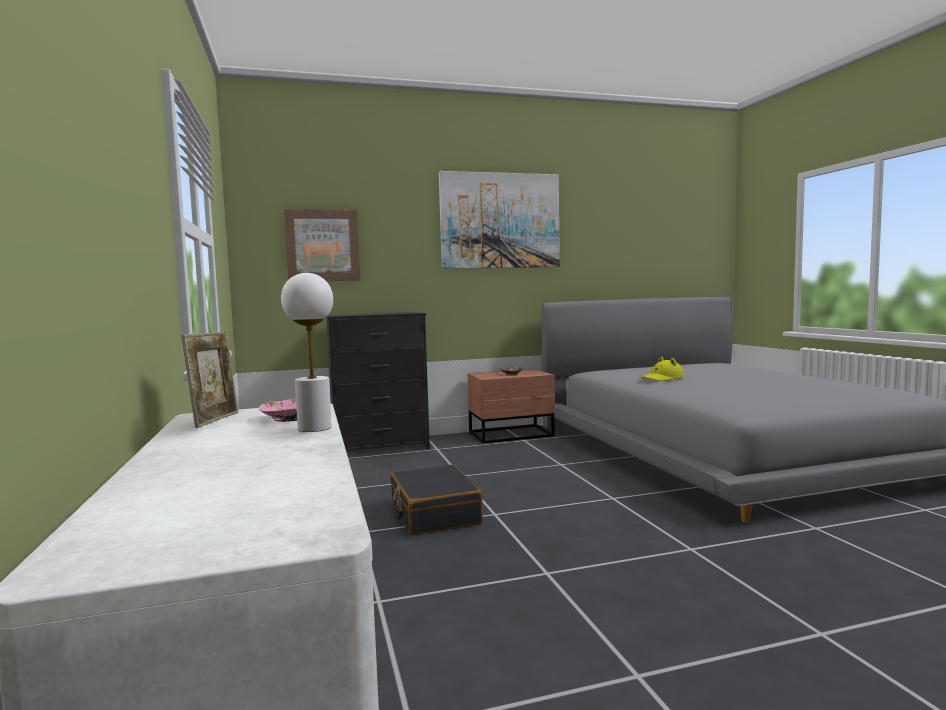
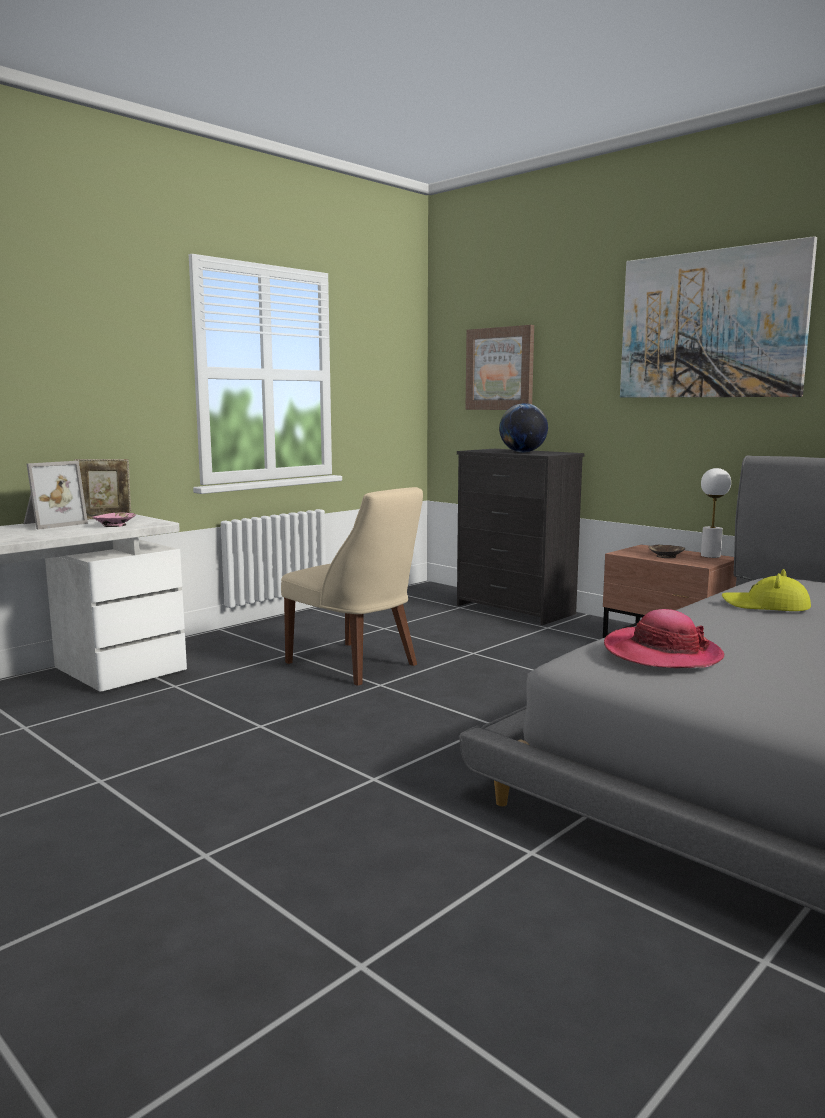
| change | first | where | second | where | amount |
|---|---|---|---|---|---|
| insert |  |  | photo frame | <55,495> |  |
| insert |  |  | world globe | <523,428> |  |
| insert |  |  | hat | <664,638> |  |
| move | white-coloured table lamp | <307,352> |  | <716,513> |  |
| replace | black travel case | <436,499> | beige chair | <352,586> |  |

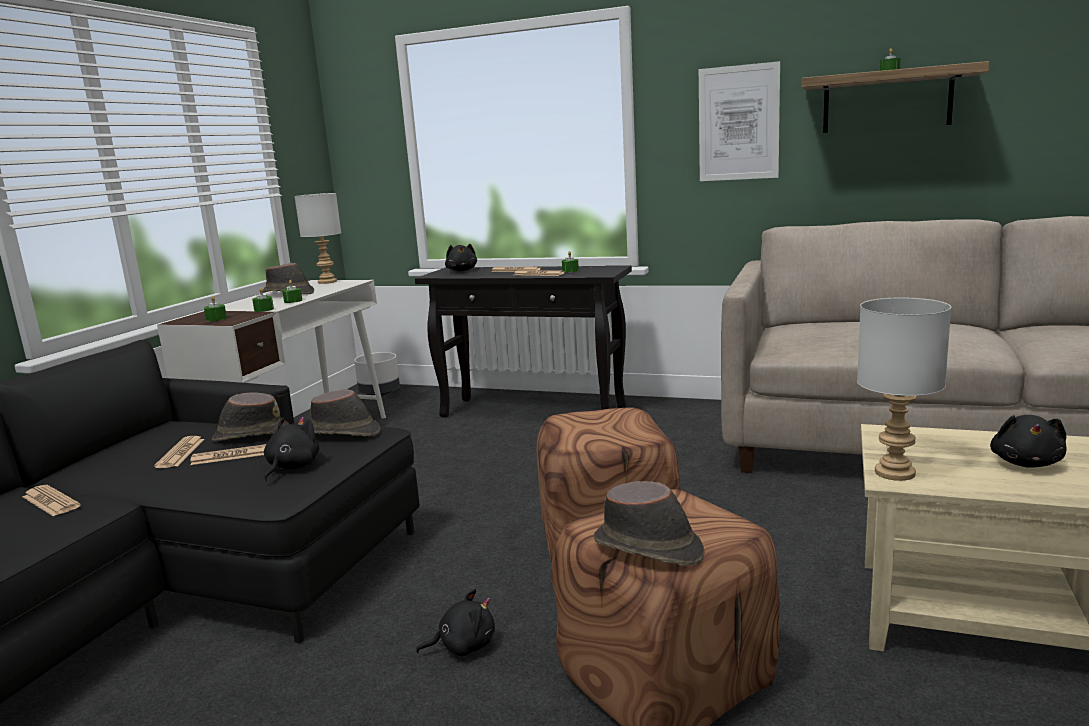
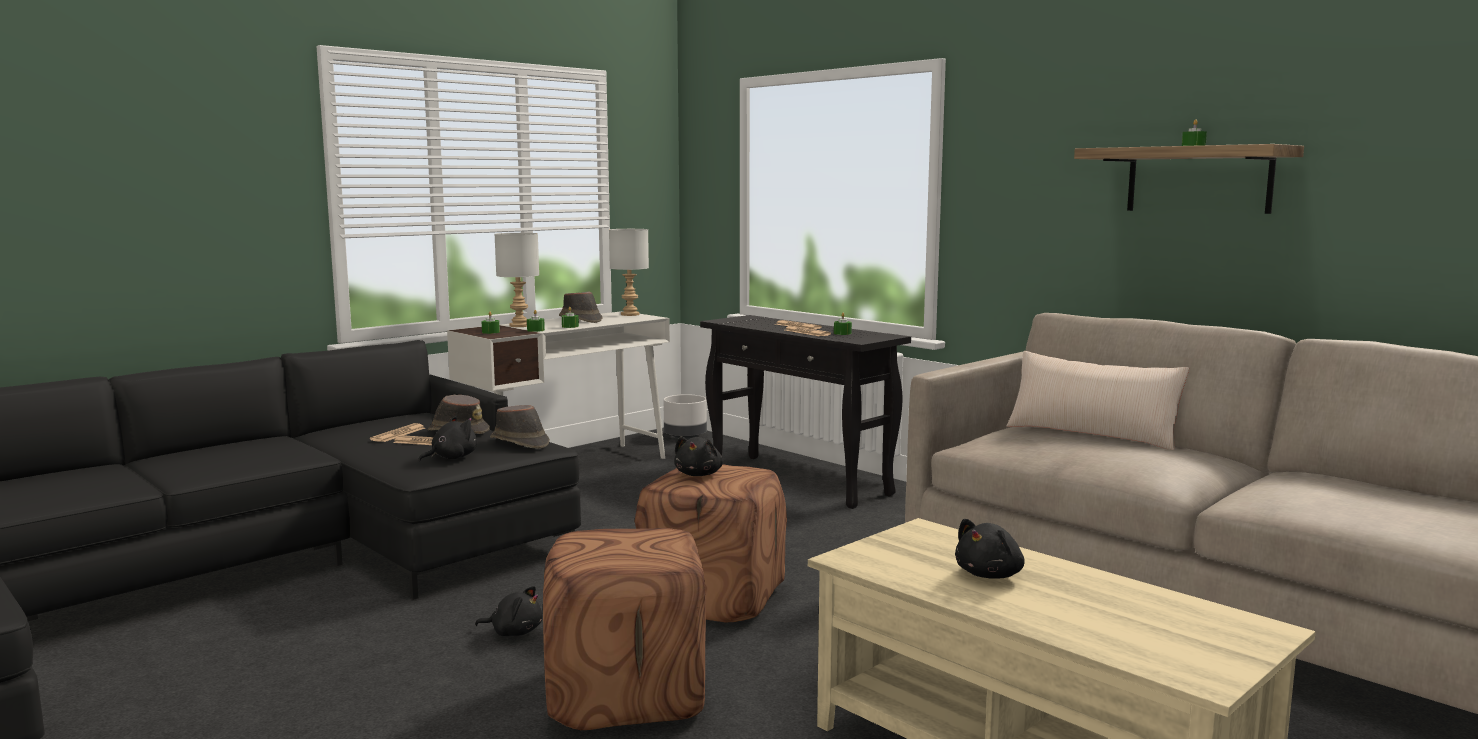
| change | first | where | second | where | amount |
|---|---|---|---|---|---|
| delete | daily paper | <51,501> |  |  |  |
| delete | brown-coloured hat | <649,523> |  |  |  |
| delete | wall art | <739,121> |  |  |  |
| insert |  |  | beige cushion | <1098,400> |  |
| move | black soft toy | <461,257> |  | <698,456> |  |
| move | grey table lamp | <904,389> |  | <517,280> |  |

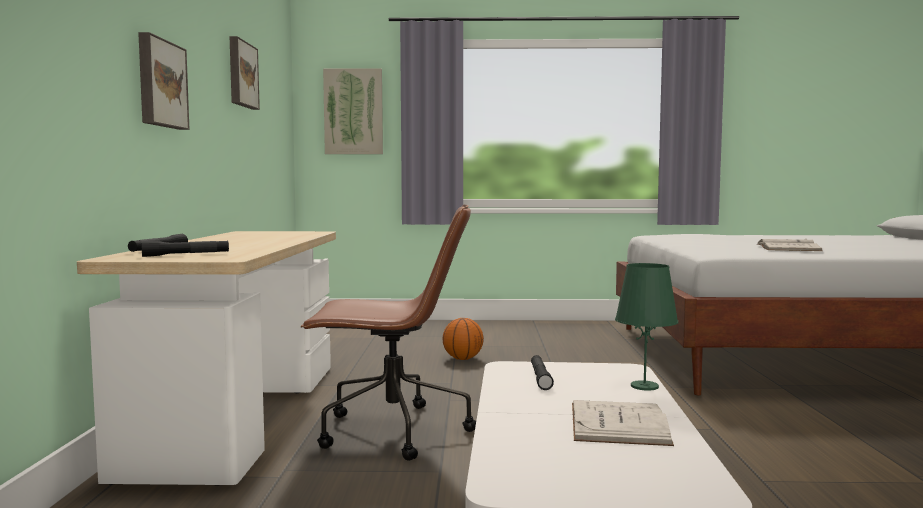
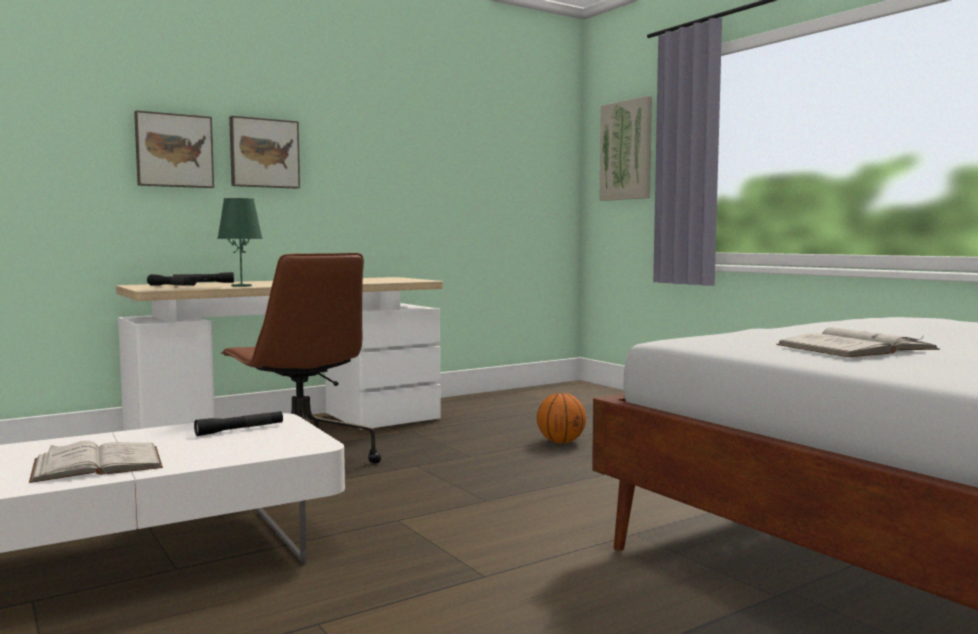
| change | first | where | second | where | amount |
|---|---|---|---|---|---|
| move | wall art | <244,73> |  | <174,149> |  |
| move | greenish table lamp | <646,327> |  | <240,242> |  |

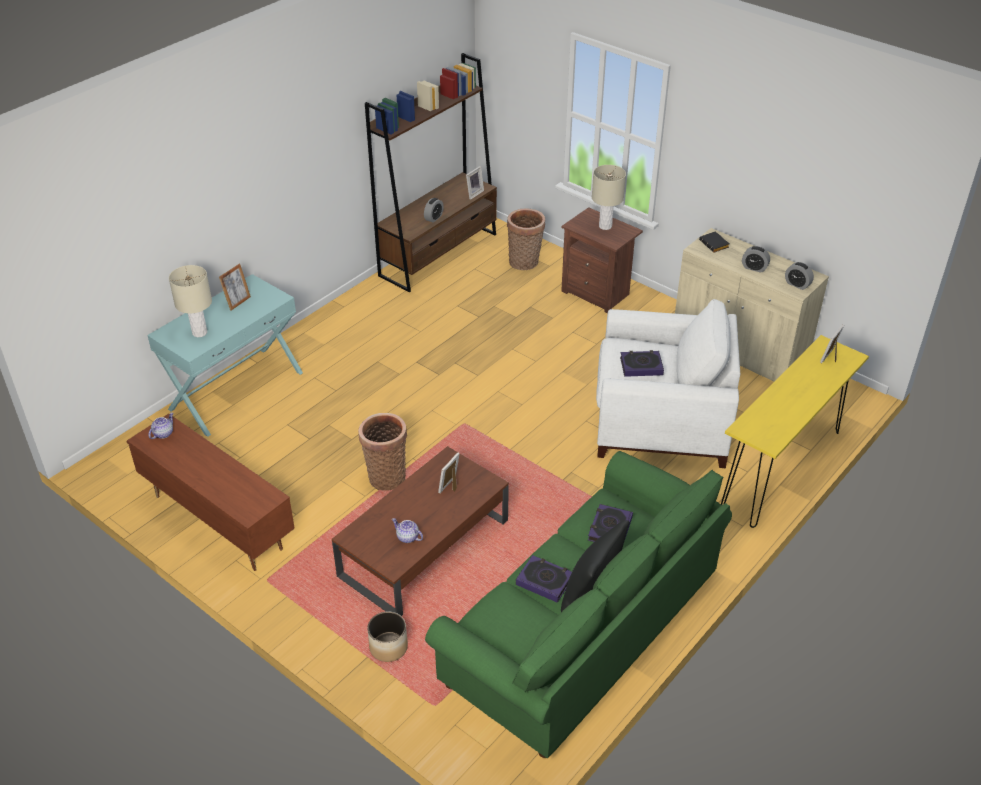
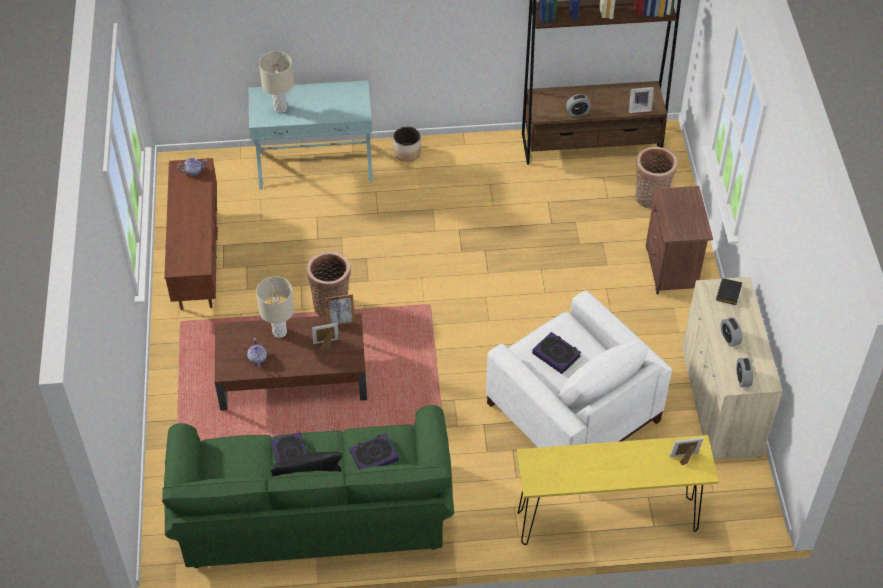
| change | first | where | second | where | amount |
|---|---|---|---|---|---|
| move | photo frame | <235,287> |  | <340,310> |  |
| move | plant pot | <387,637> |  | <407,144> |  |
| move | beige table lamp | <609,197> |  | <275,307> |  |

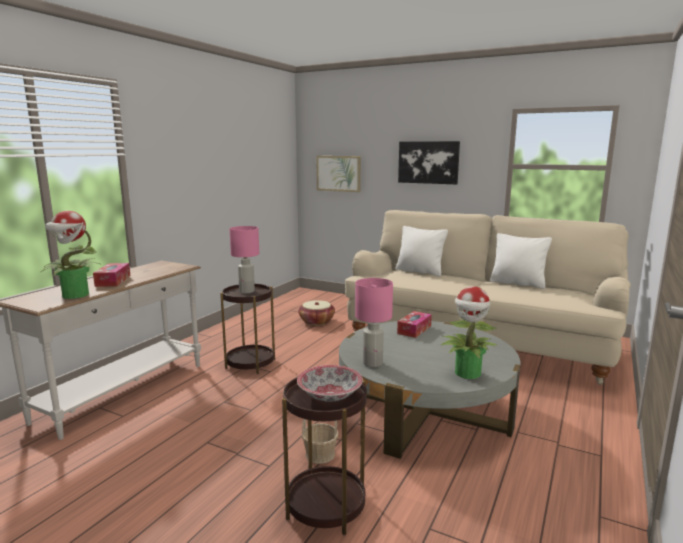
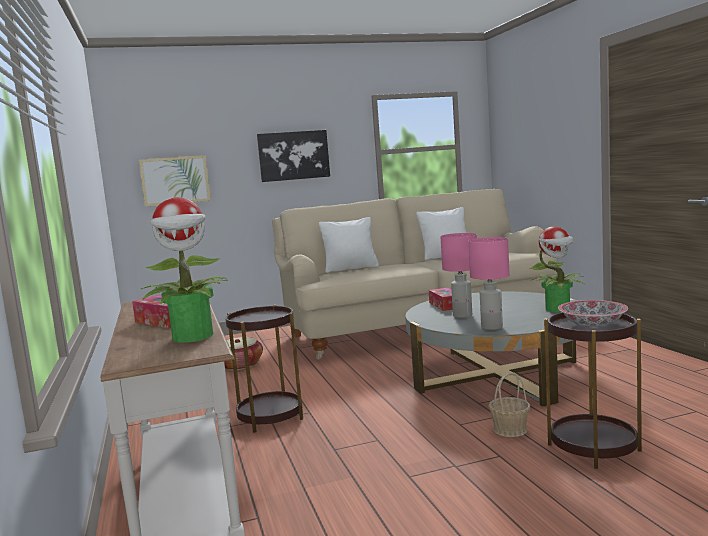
| change | first | where | second | where | amount |
|---|---|---|---|---|---|
| move | pink-coloured table lamp | <244,259> |  | <458,275> |  |

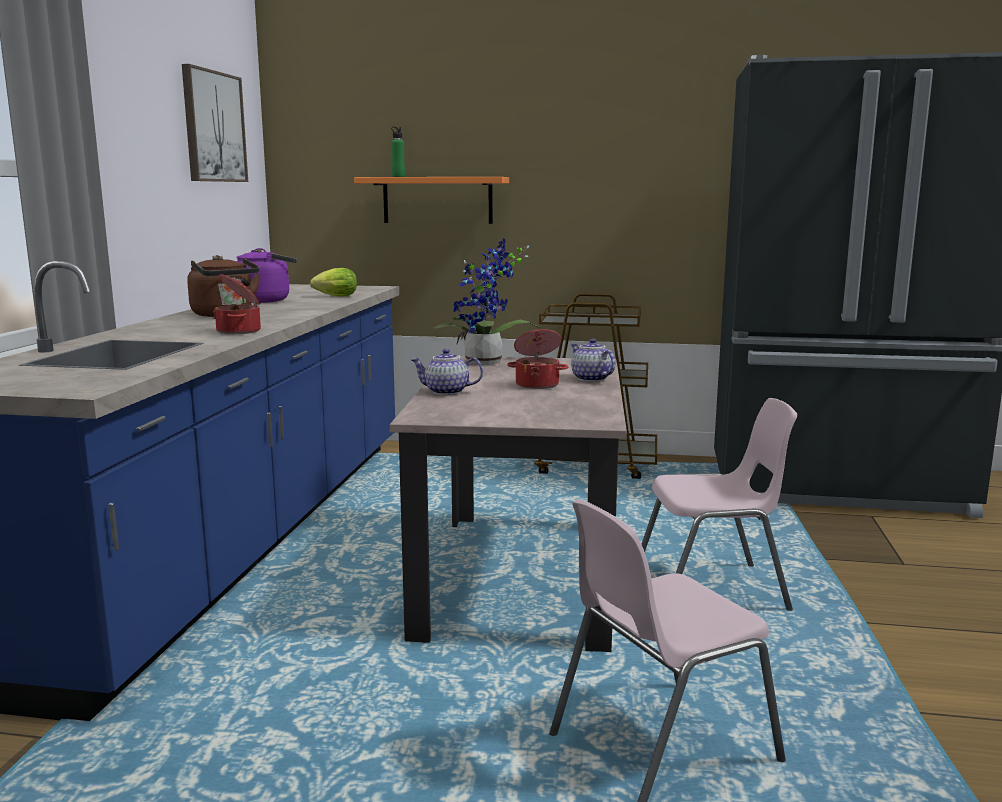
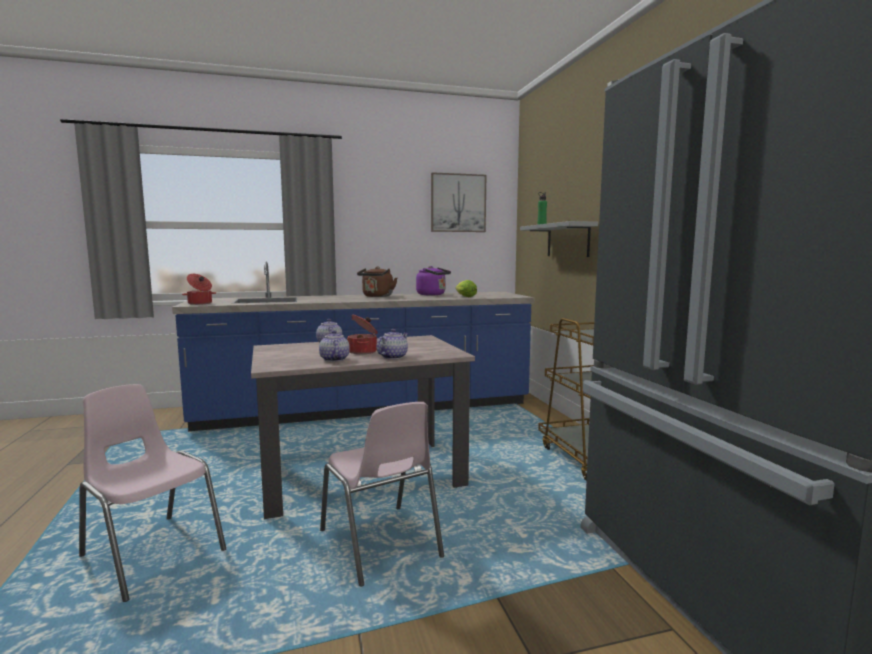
| change | first | where | second | where | amount |
|---|---|---|---|---|---|
| delete | plant in a pot | <486,301> |  |  |  |
| insert |  |  | pot for tea | <334,346> |  |
| move | saucepot | <237,304> |  | <199,289> |  |
| recolor | orange shelf | <431,200> | grey shelf | <559,239> |  |

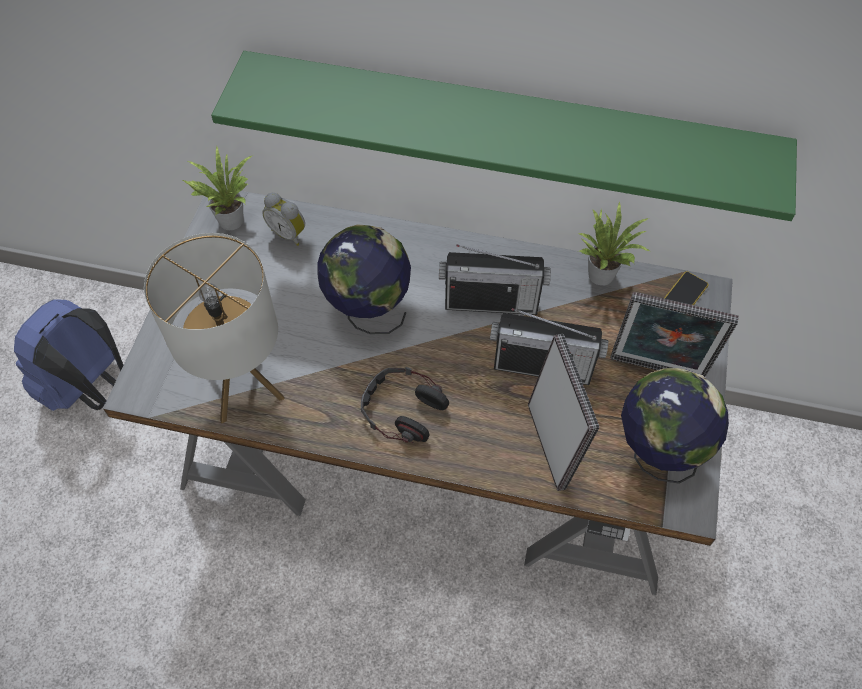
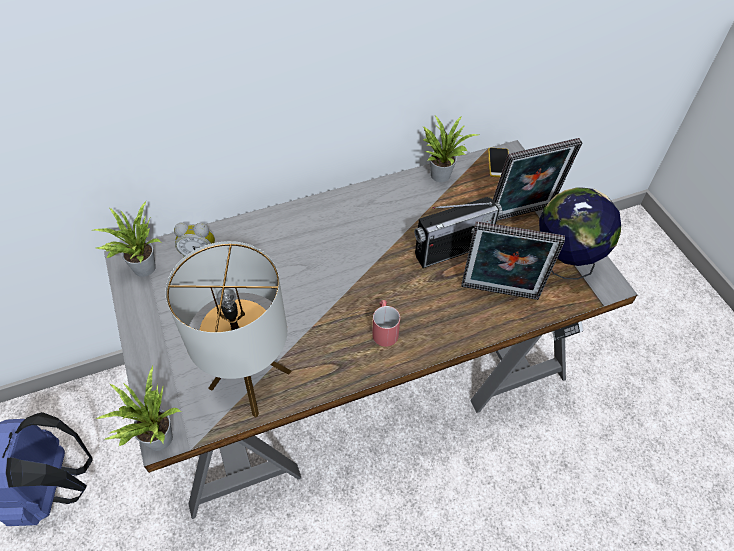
| change | first | where | second | where | amount |
|---|---|---|---|---|---|
| delete | greenish shelf | <504,136> |  |  |  |
| delete | world globe | <364,279> |  |  |  |
| delete | radio receiver | <495,280> |  |  |  |
| insert |  |  | plant in a pot | <138,408> |  |
| replace | headset | <405,405> | red coffee mug | <386,323> |  |
| rotate | photo frame | <564,412> |  | <513,260> | 150 degrees clockwise |

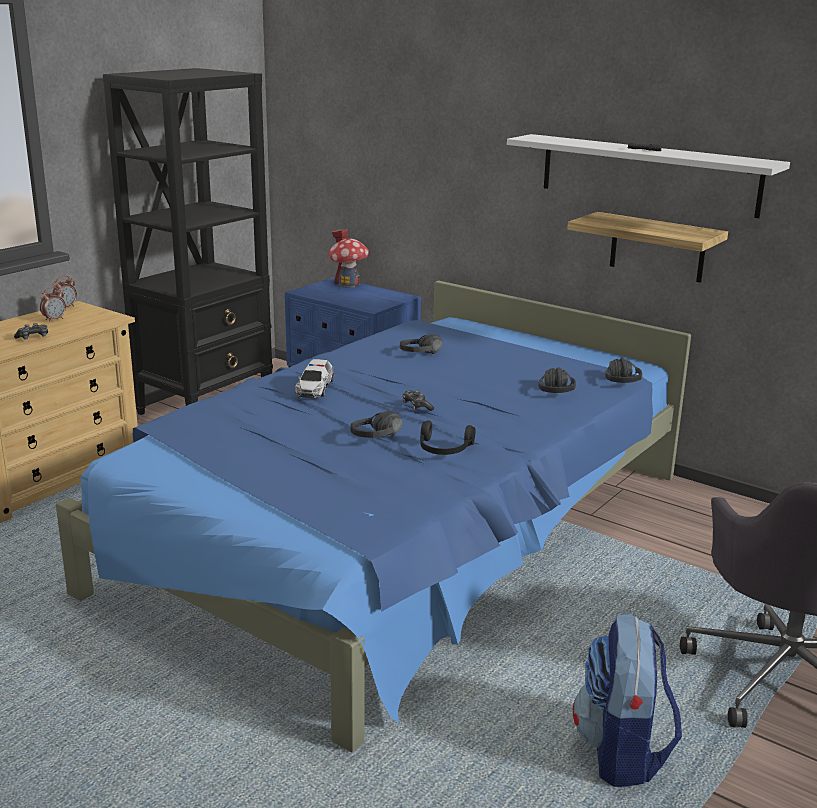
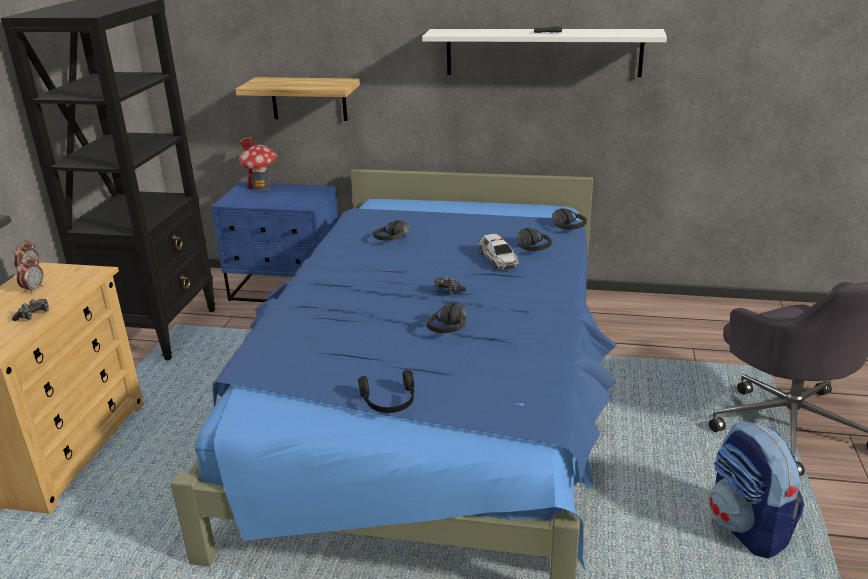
| change | first | where | second | where | amount |
|---|---|---|---|---|---|
| move | model car | <314,378> |  | <499,251> |  |
| move | black headset | <447,437> |  | <386,391> |  |
| move | shelf | <647,247> |  | <297,99> |  |

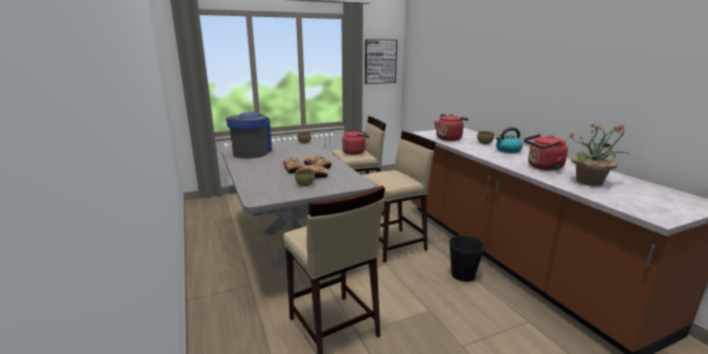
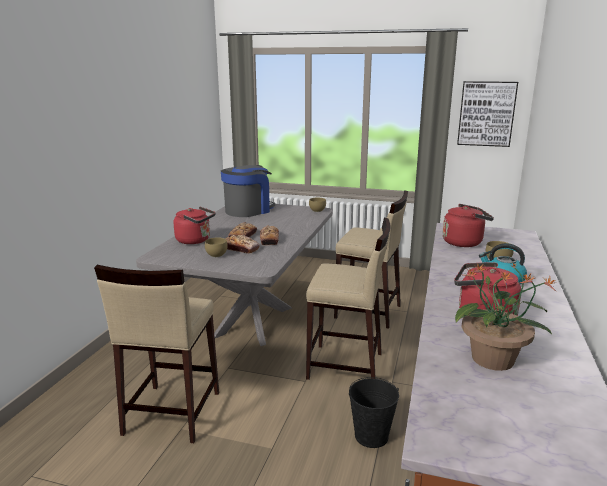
| change | first | where | second | where | amount |
|---|---|---|---|---|---|
| move | red kettle | <355,142> |  | <195,225> |  |

